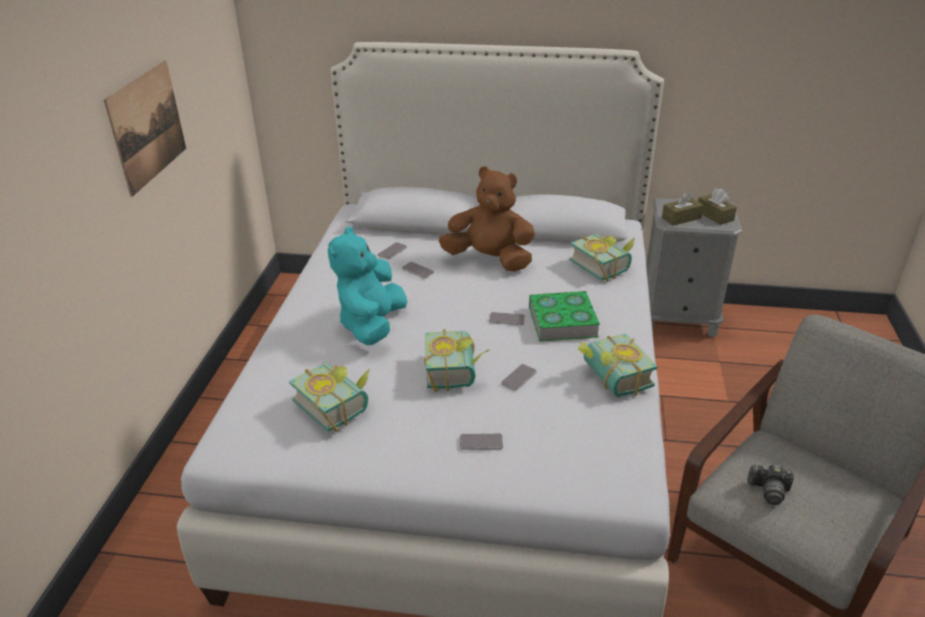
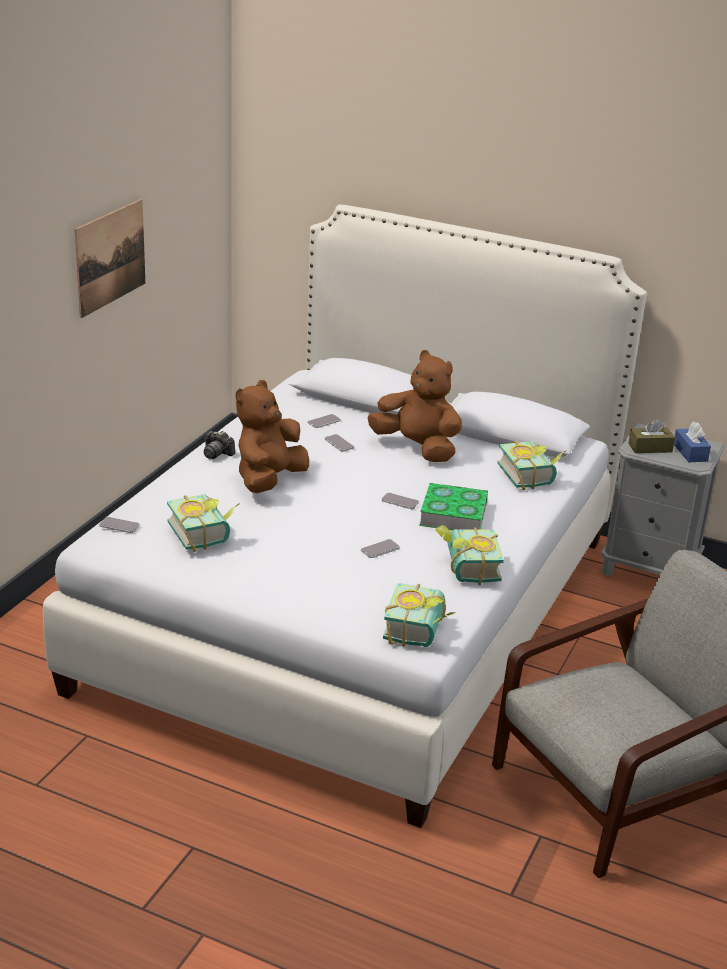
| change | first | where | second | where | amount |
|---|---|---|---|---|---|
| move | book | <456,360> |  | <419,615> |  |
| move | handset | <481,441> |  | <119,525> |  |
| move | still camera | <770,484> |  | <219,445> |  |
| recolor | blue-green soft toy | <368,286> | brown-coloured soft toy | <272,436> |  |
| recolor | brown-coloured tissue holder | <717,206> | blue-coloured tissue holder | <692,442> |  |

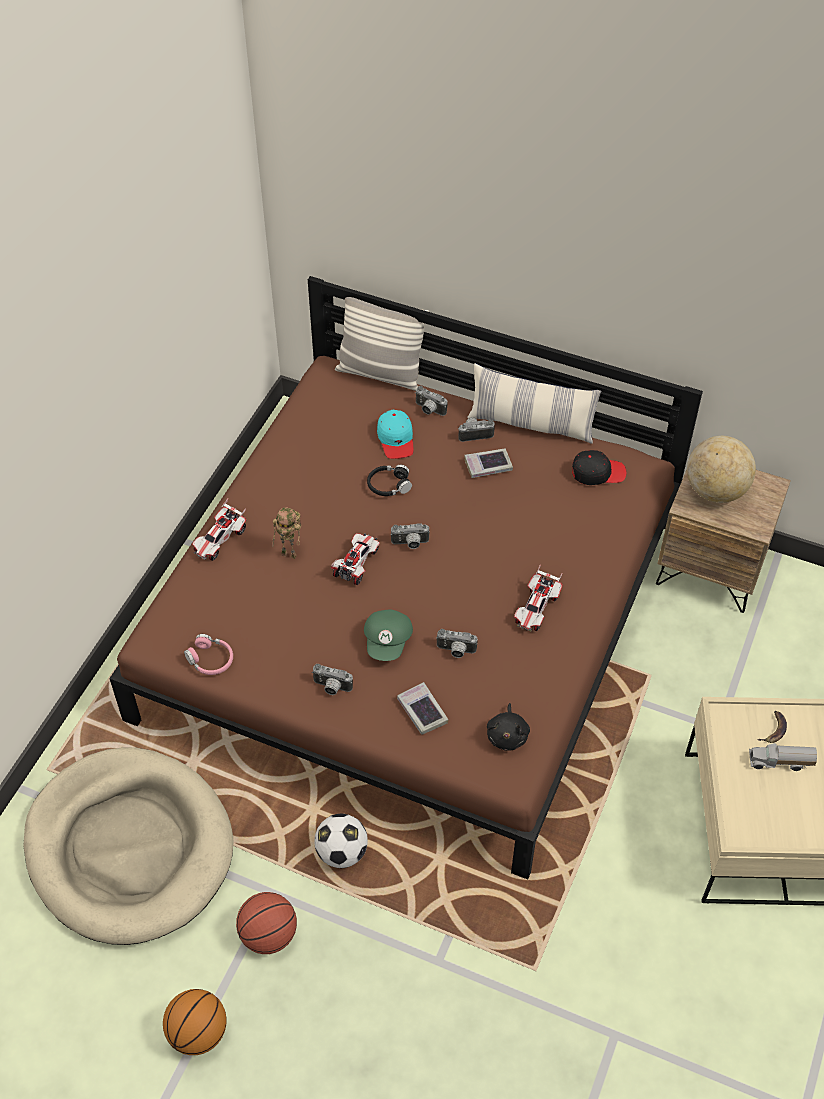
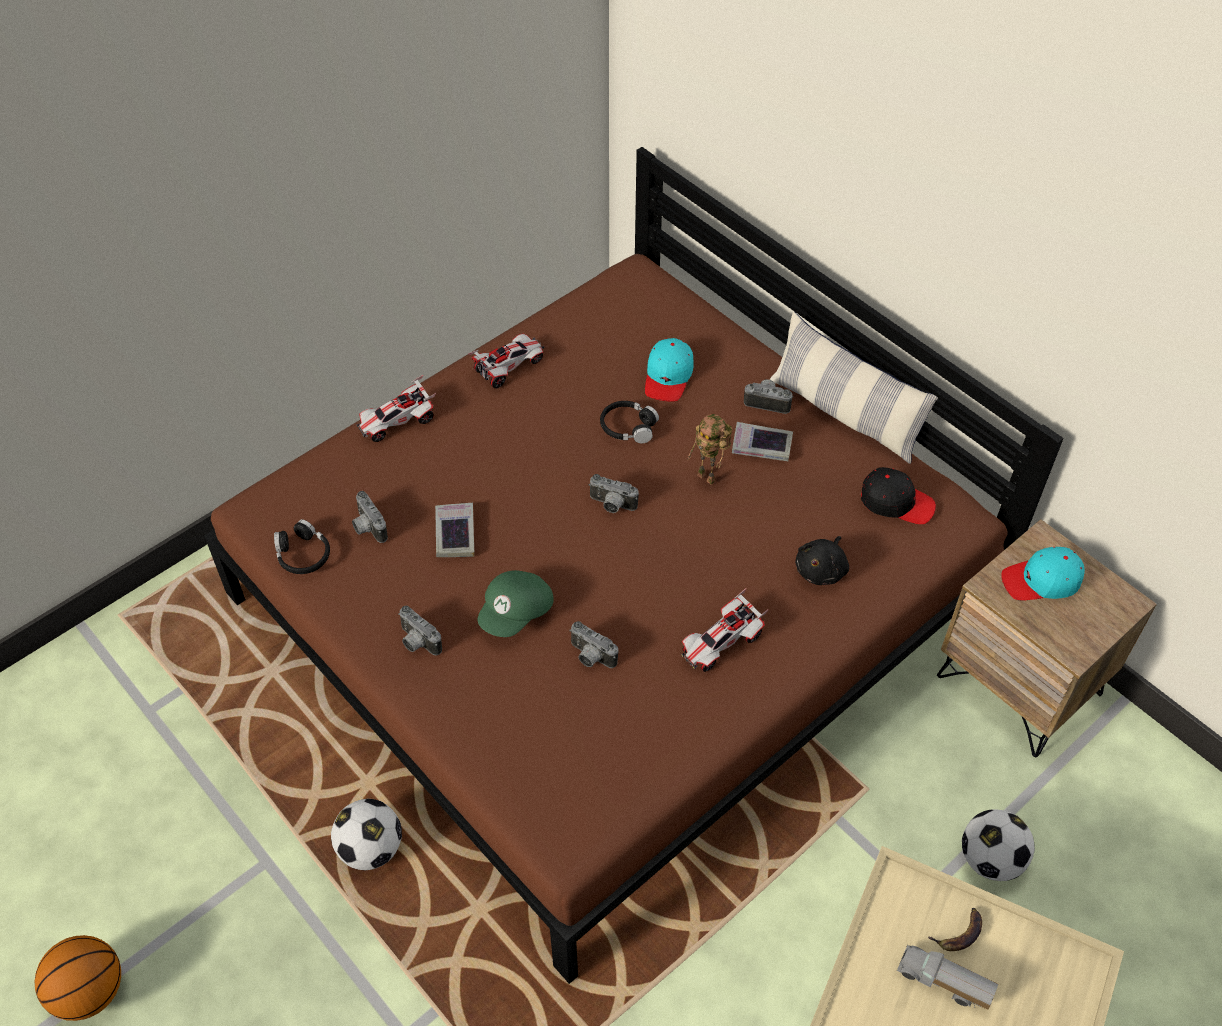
| change | first | where | second | where | amount |
|---|---|---|---|---|---|
| delete | beige dog bed | <128,846> |  |  |  |
| delete | basketball ball | <266,923> |  |  |  |
| delete | cushion | <382,344> |  |  |  |
| insert |  |  | ball for football | <998,845> |  |
| move | toy robot | <286,533> |  | <709,449> |  |
| move | model car | <355,559> |  | <506,360> |  |
| move | book | <423,708> |  | <454,530> |  |
| move | still camera | <431,401> |  | <370,517> |  |
| move | black soft toy | <508,727> |  | <822,560> |  |
| replace | world globe | <721,469> | blue-green baseball cap | <1043,573> |  |
| recolor | pink-coloured headset | <208,654> | black headset | <302,546> |  |

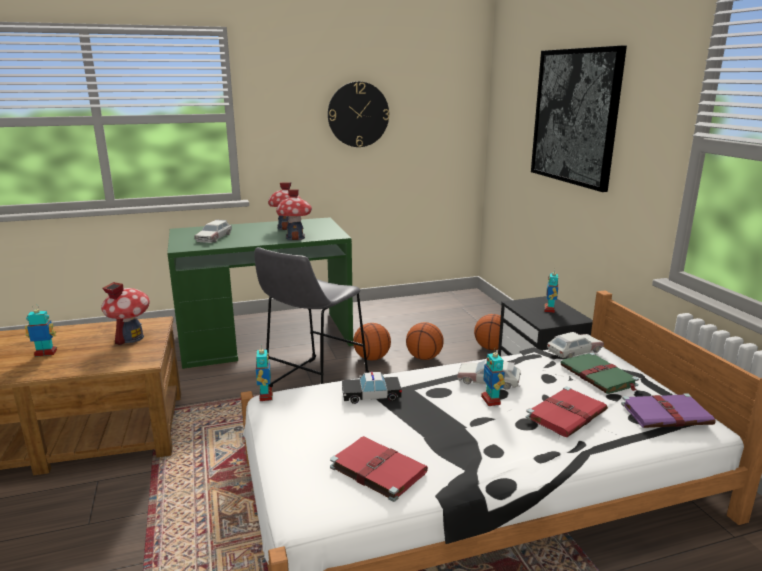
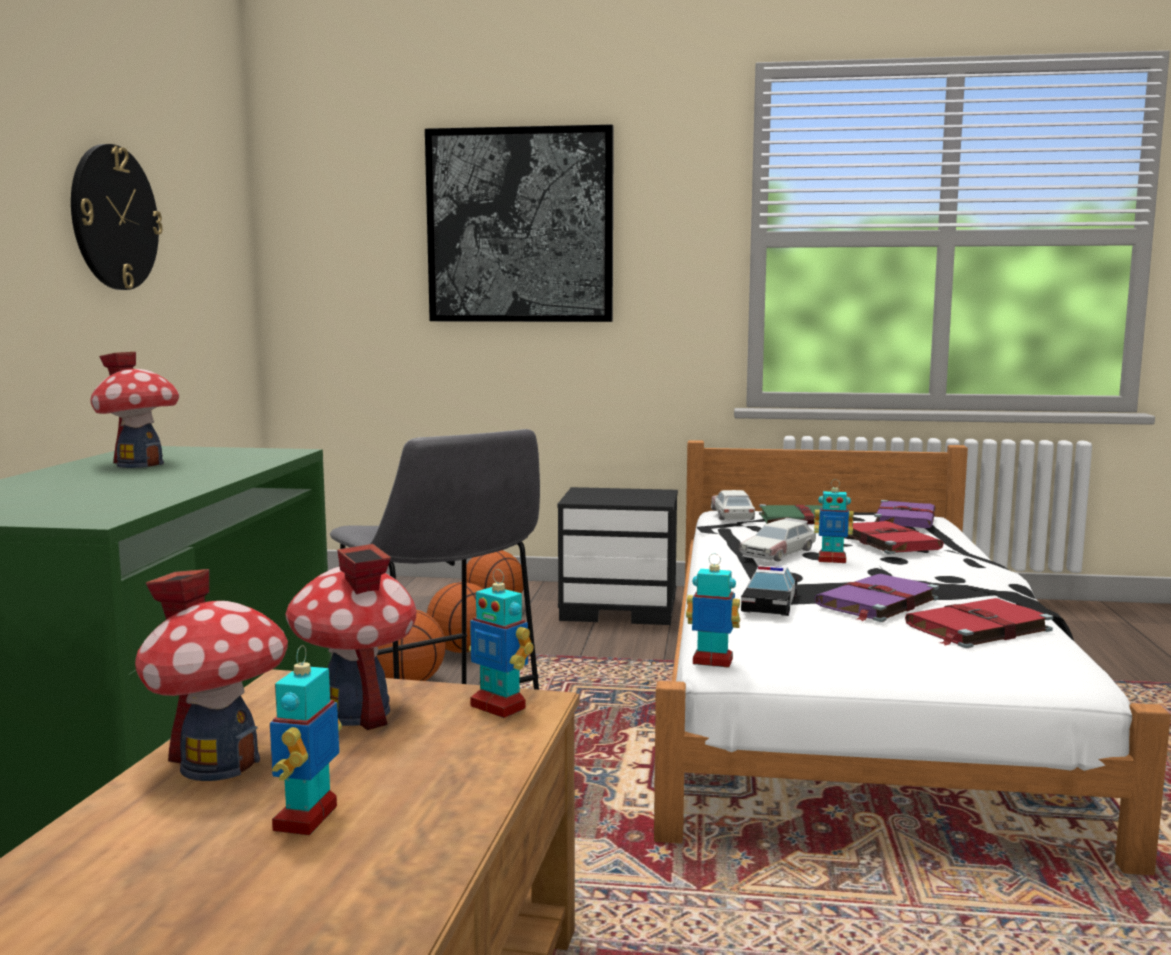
| change | first | where | second | where | amount |
|---|---|---|---|---|---|
| delete | model car | <213,231> |  |  |  |
| insert |  |  | purple-coloured book | <876,598> |  |
| move | model house | <294,214> |  | <211,675> |  |
| move | toy robot | <551,291> |  | <501,643> |  |

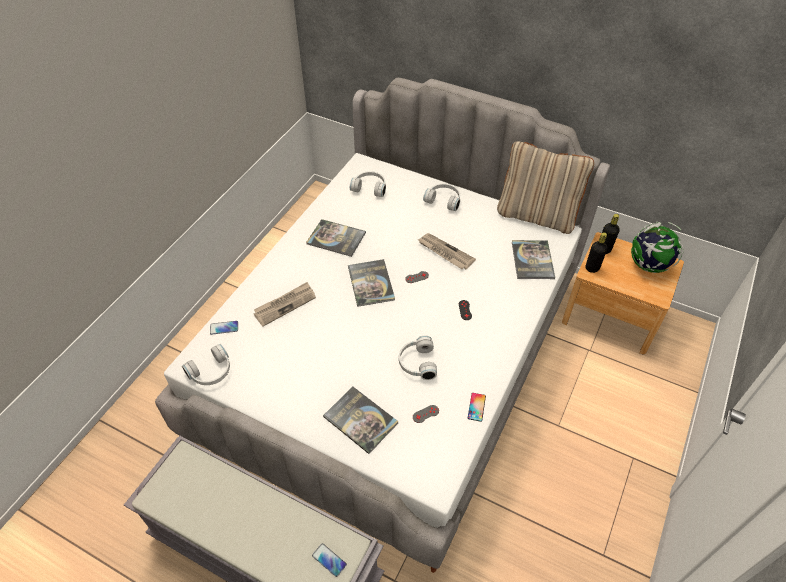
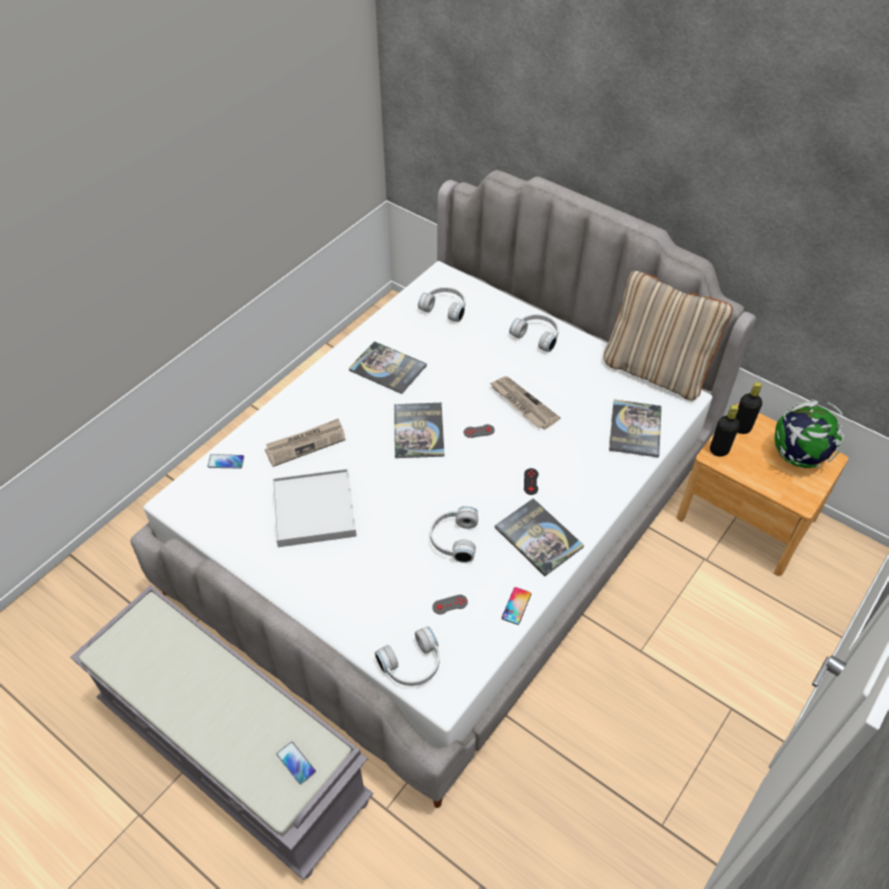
| change | first | where | second | where | amount |
|---|---|---|---|---|---|
| insert |  |  | white-coloured serving tray | <315,508> |  |
| move | white-coloured headset | <206,364> |  | <407,656> |  |
| move | book | <361,420> |  | <539,537> |  |

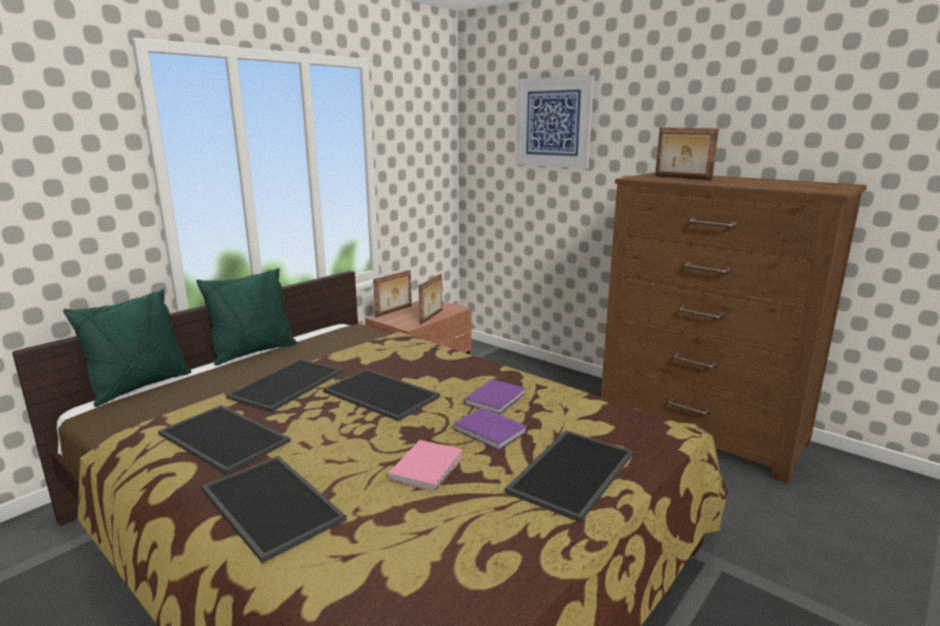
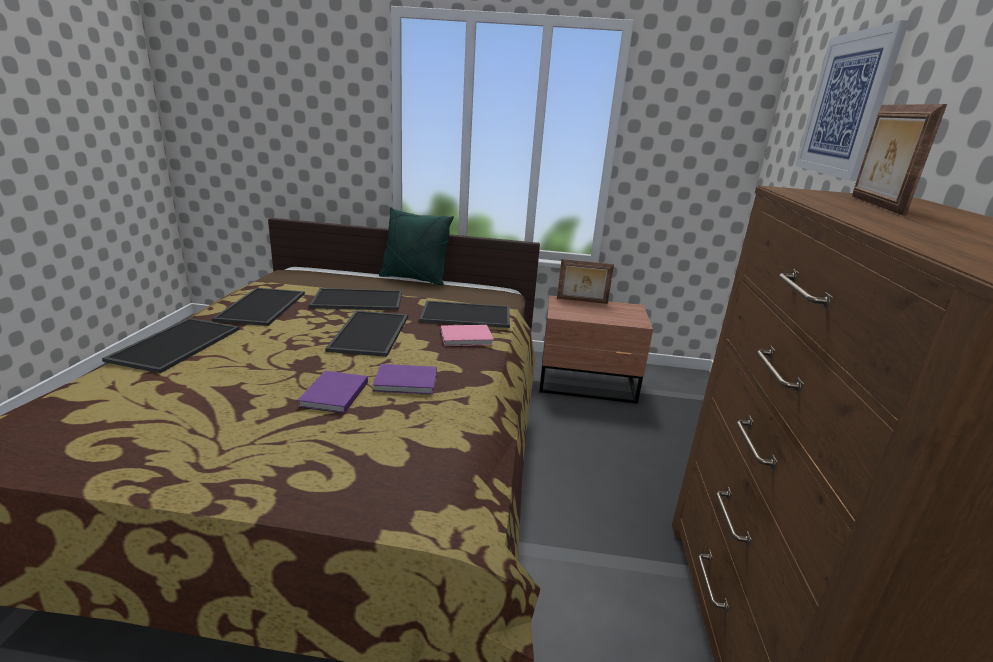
| change | first | where | second | where | amount |
|---|---|---|---|---|---|
| delete | greenish cushion | <127,348> |  |  |  |
| delete | photo frame | <430,299> |  |  |  |
| move | pink-coloured book | <425,466> |  | <467,335> |  |
| move | serving tray | <569,476> |  | <464,314> |  |

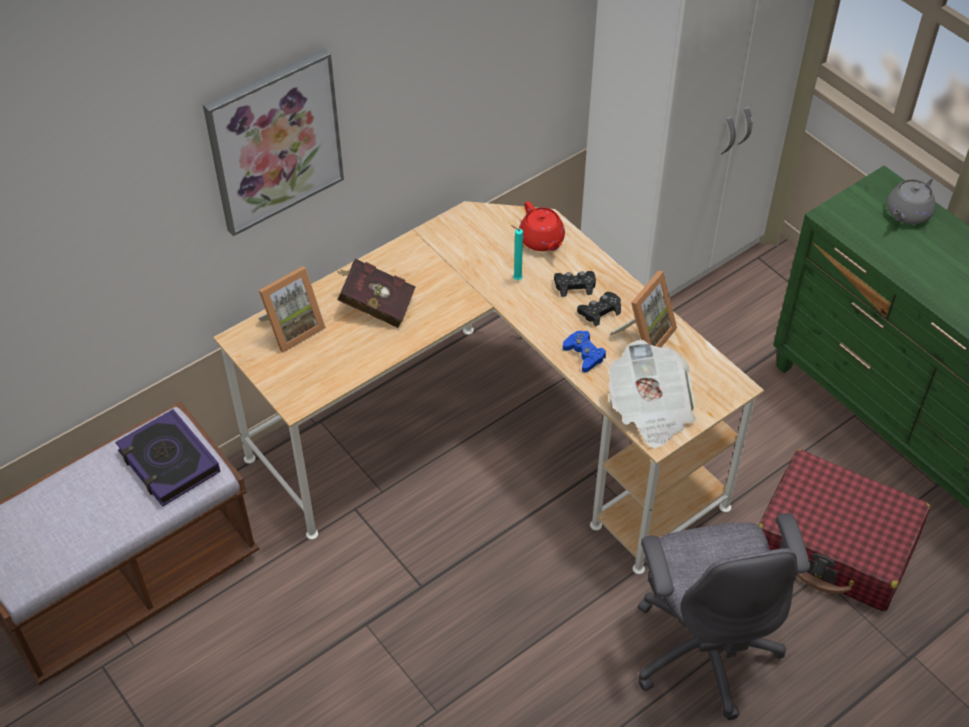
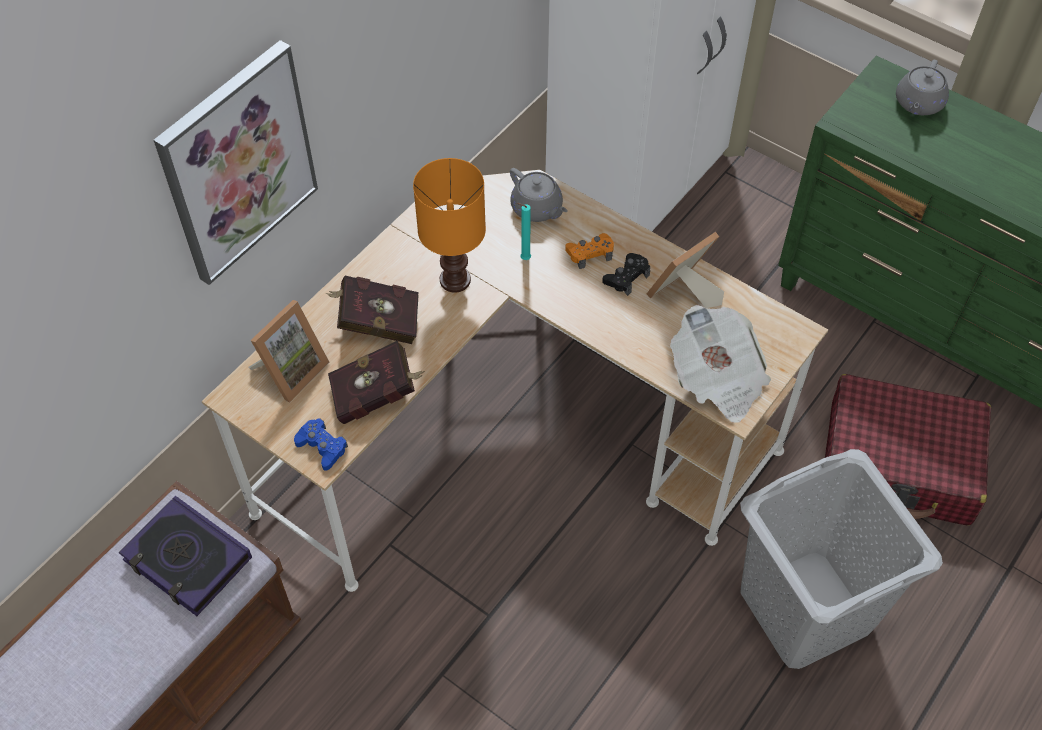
| change | first | where | second | where | amount |
|---|---|---|---|---|---|
| insert |  |  | red book | <376,382> |  |
| insert |  |  | orange table lamp | <449,225> |  |
| move | blue-coloured game controller | <584,351> |  | <321,444> |  |
| replace | grey computer chair | <724,616> | grey laundry basket | <841,559> |  |
| recolor | red pot for tea | <542,226> | grey pot for tea | <539,195> |  |
| recolor | black game controller | <575,284> | orange game controller | <589,251> |  |
| rotate | photo frame | <644,309> |  | <685,270> | 150 degrees counterclockwise |

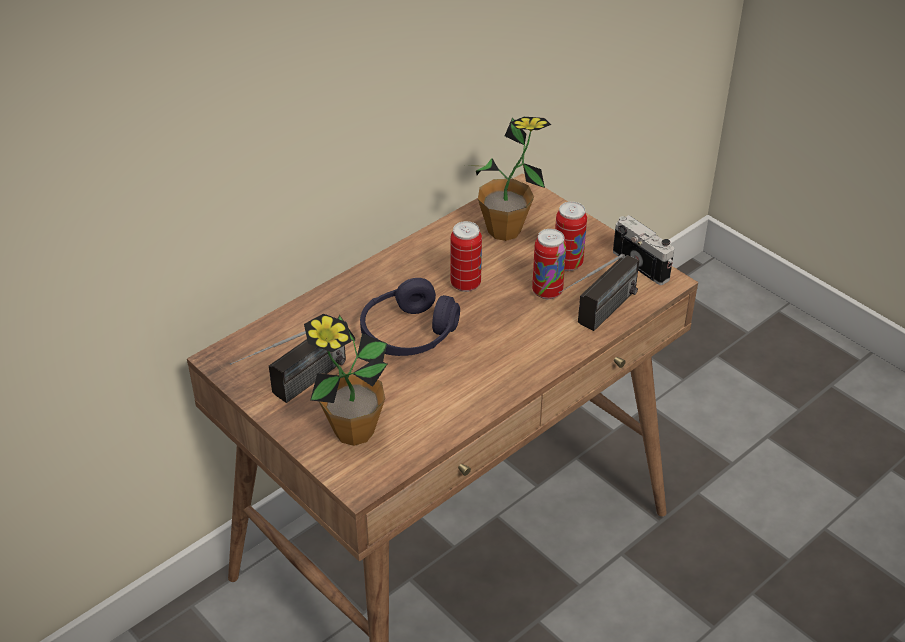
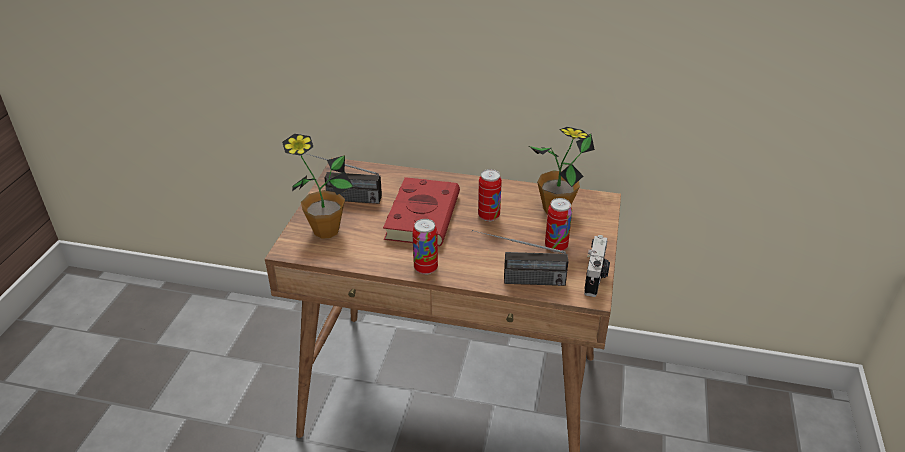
| change | first | where | second | where | amount |
|---|---|---|---|---|---|
| move | metal can | <549,264> |  | <425,247> |  |
| replace | purple-coloured headset | <410,317> | red book | <421,211> |  |

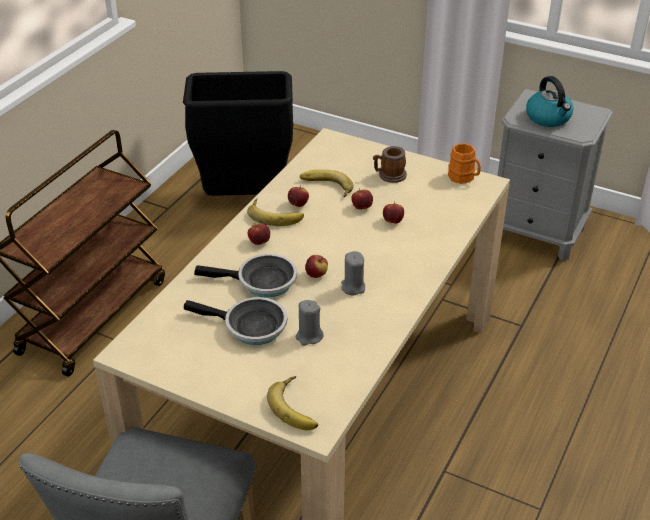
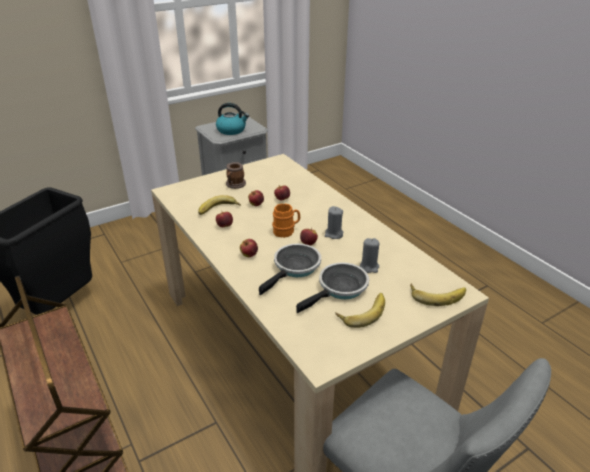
| change | first | where | second | where | amount |
|---|---|---|---|---|---|
| move | whole banana | <275,212> |  | <360,310> |  |
| move | orange coffee mug | <464,163> |  | <286,220> |  |

